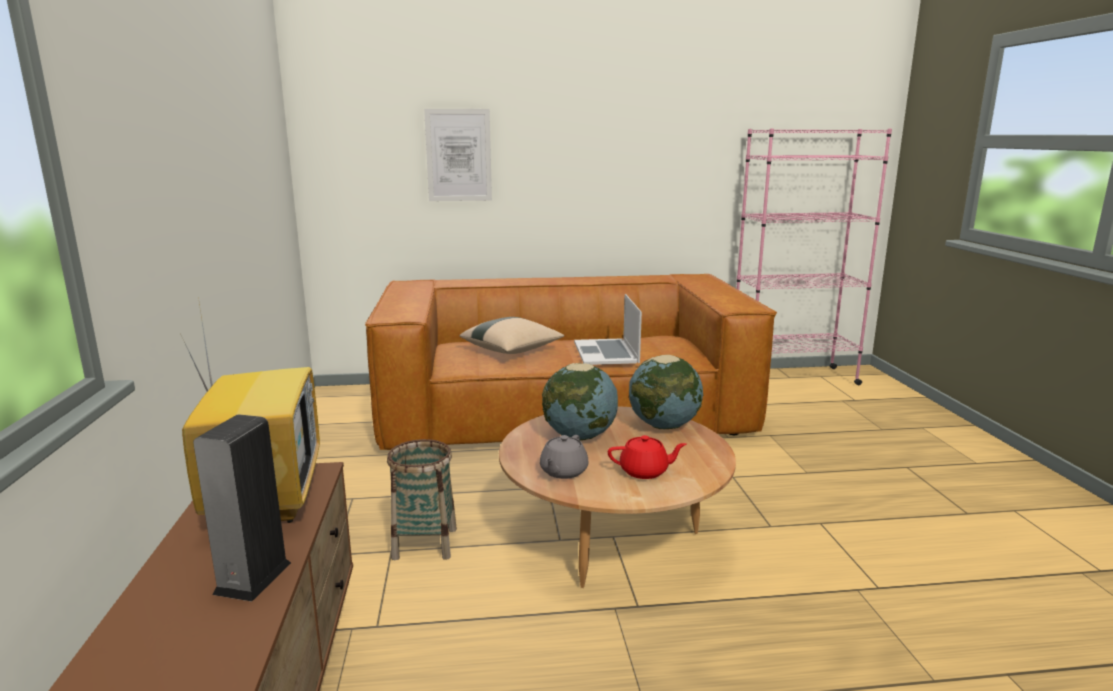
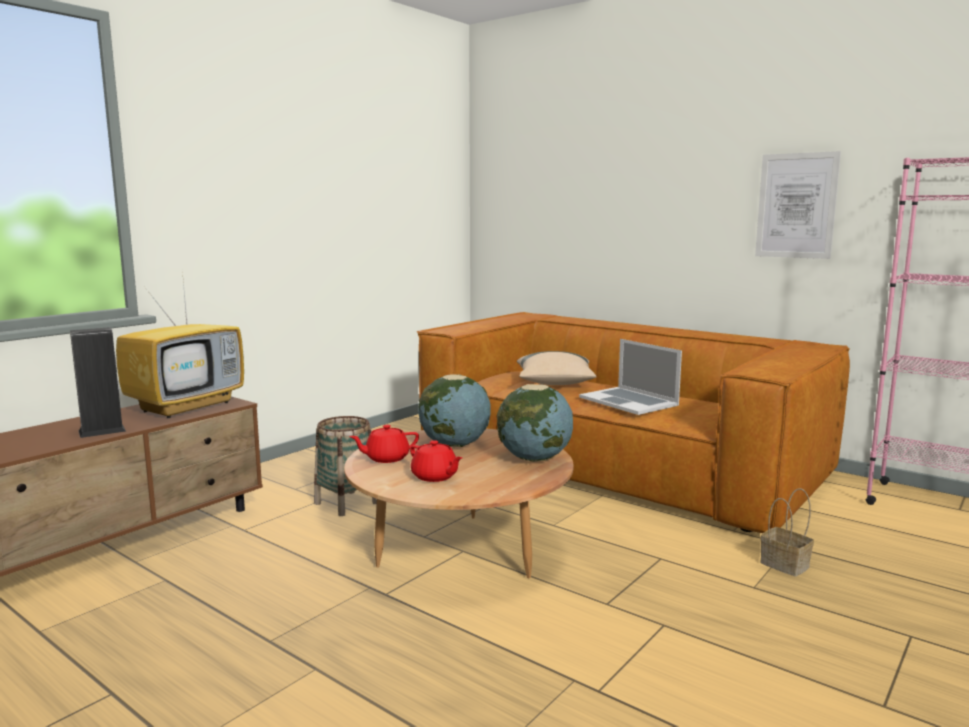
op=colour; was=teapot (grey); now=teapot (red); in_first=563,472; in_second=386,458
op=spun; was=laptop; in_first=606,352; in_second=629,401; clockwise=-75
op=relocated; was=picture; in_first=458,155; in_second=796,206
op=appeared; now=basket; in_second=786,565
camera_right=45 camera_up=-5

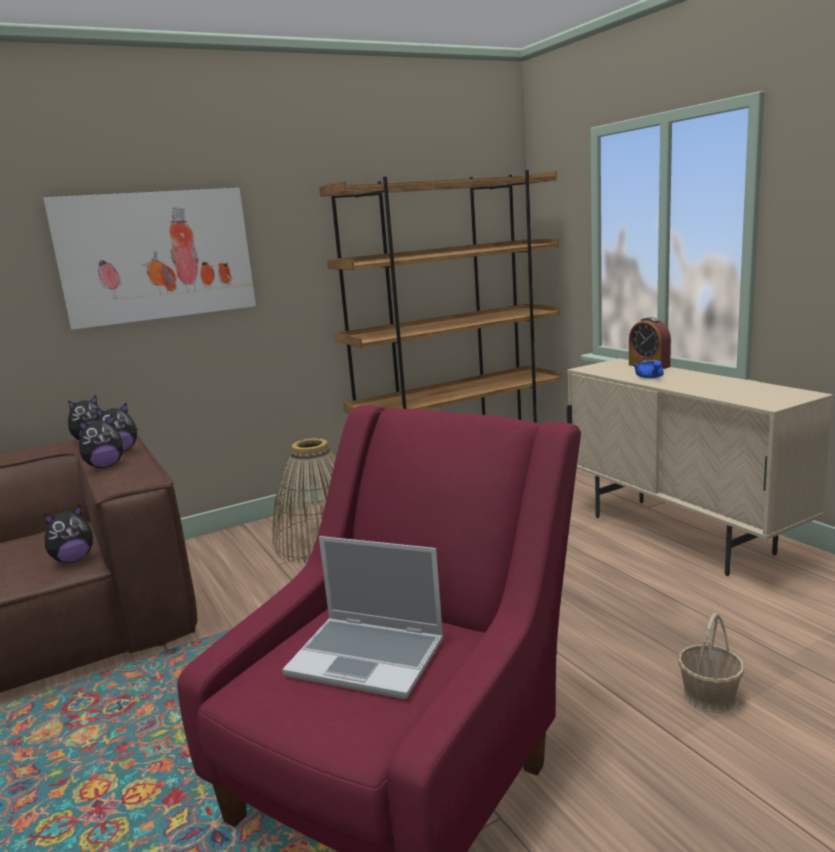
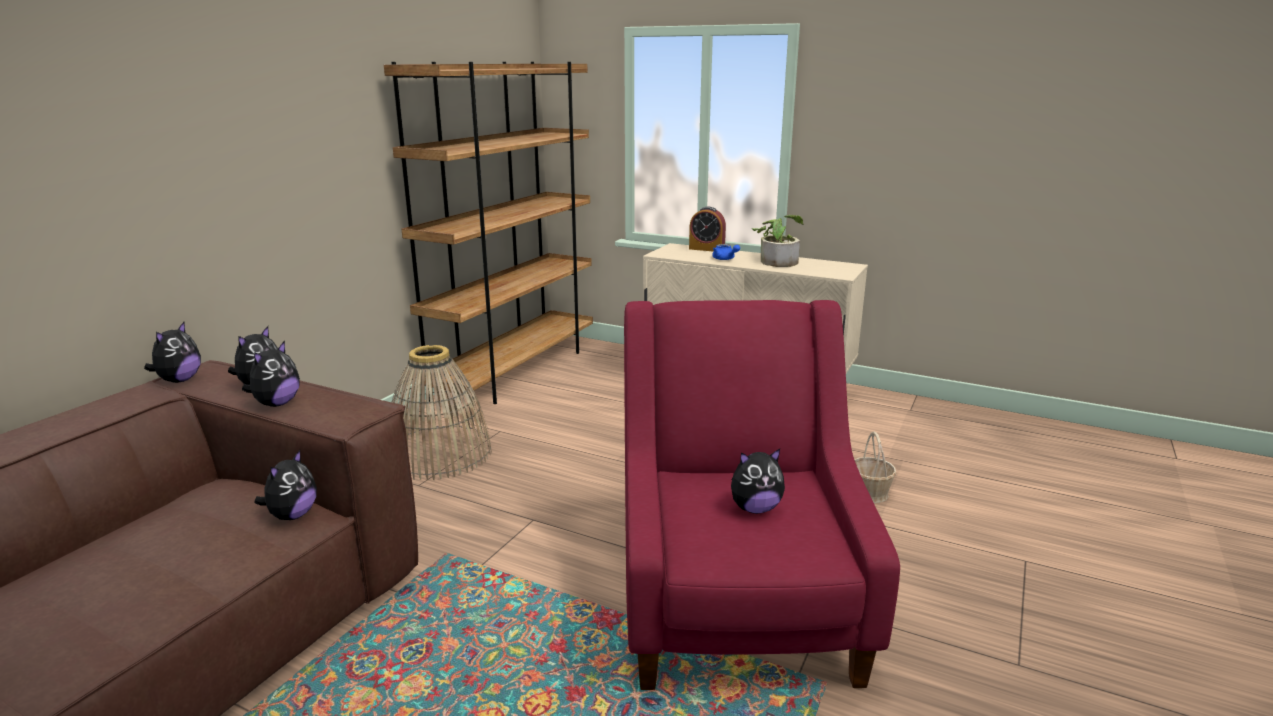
op=exchanged; was=laptop; now=plush toy; in_first=369,658; in_second=755,508
op=appeared; now=potted plant; in_second=777,261
op=missing; was=picture; in_first=157,256
camera_right=-35 camera_up=5

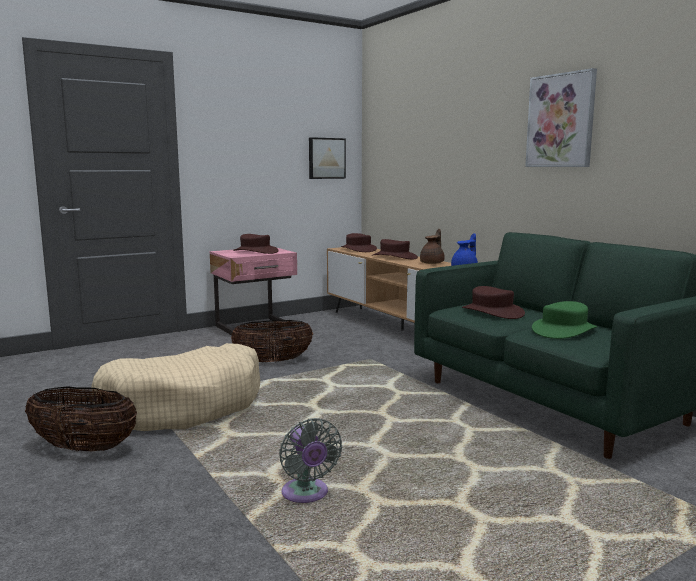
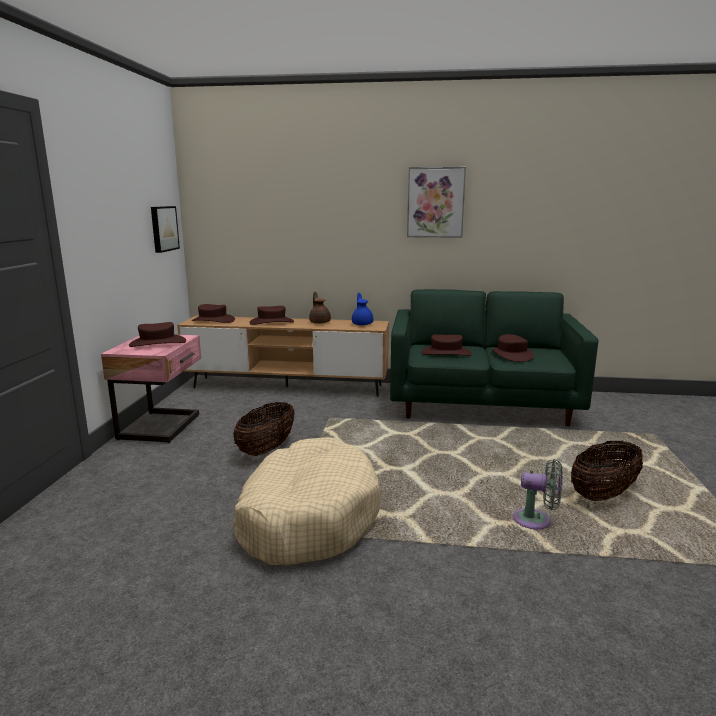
op=colour; was=hat (green); now=hat (brown); in_first=563,330; in_second=511,355
op=relocated; was=basket; in_first=84,448; in_second=603,494
camera_right=-50 camera_up=5

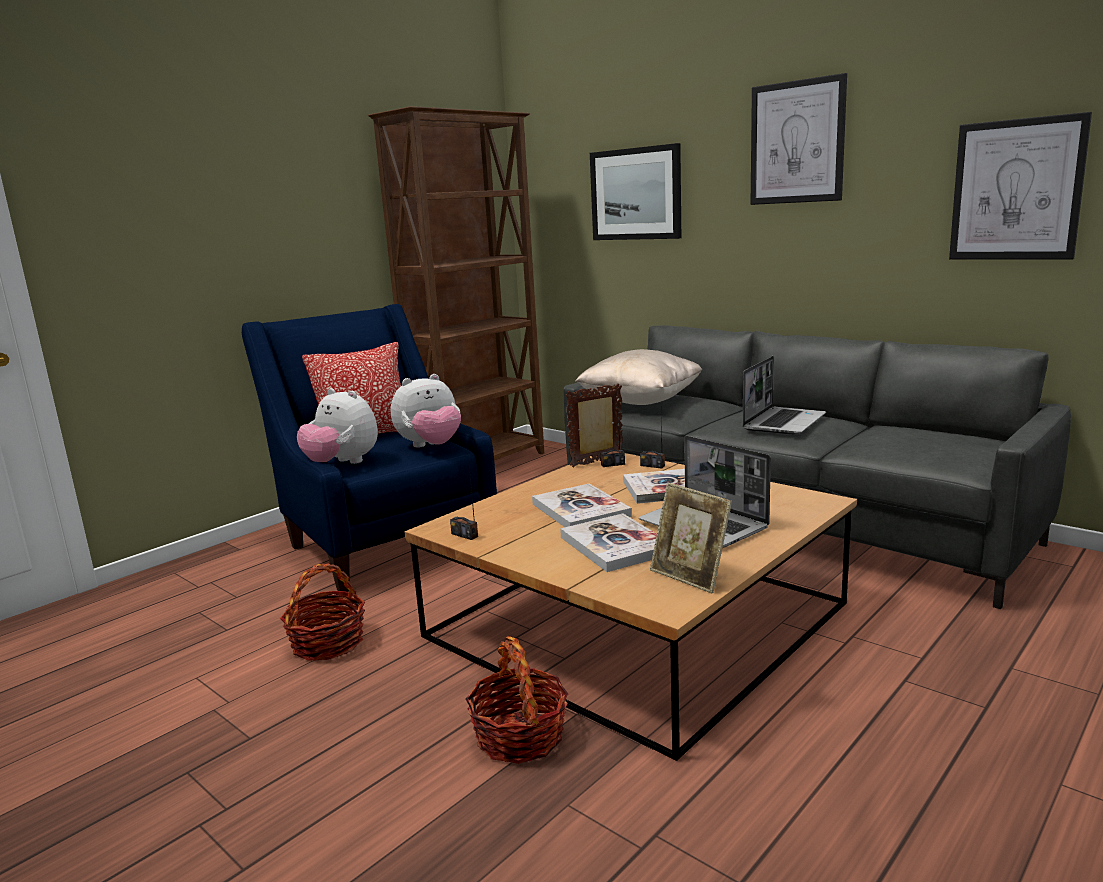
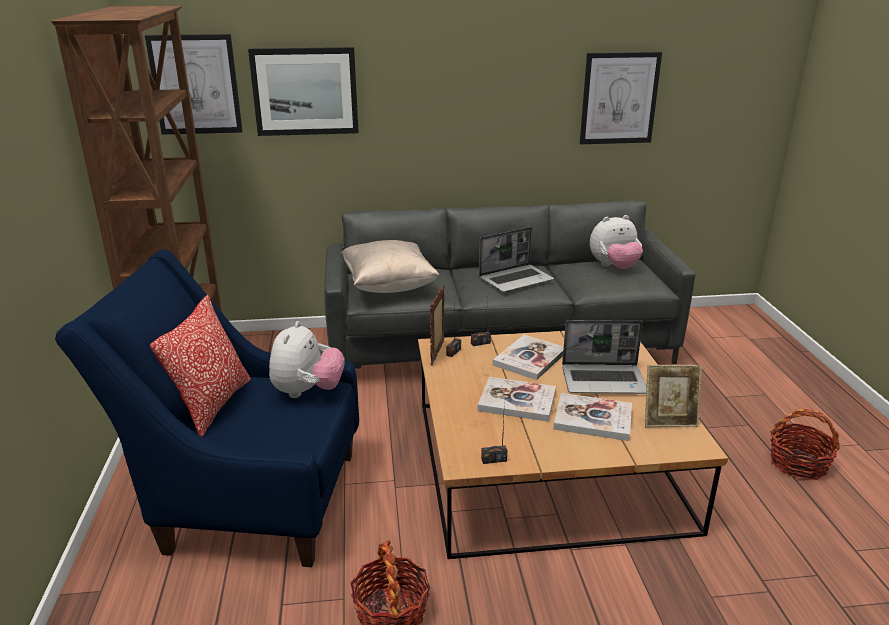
op=relocated; was=picture; in_first=797,142; in_second=195,84
op=spun; was=laptop; in_first=783,422; in_second=516,279; clockwise=75
op=relocated; was=plush toy; in_first=342,464; in_second=614,267
op=relocated; was=basket; in_first=520,736; in_second=798,464
camera_right=-50 camera_up=10

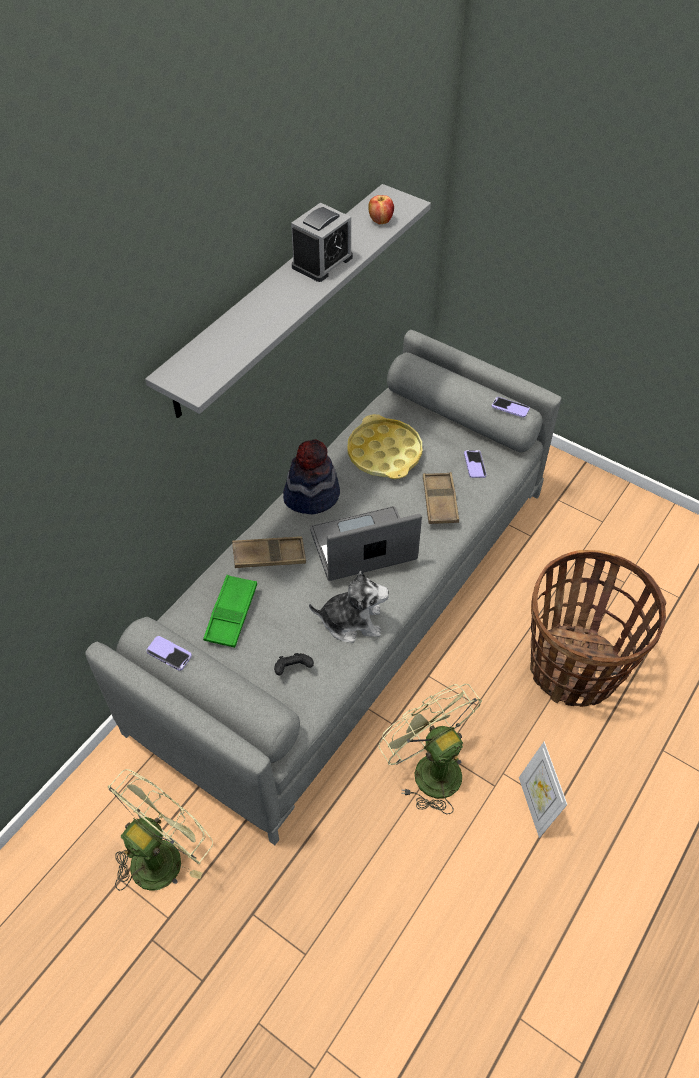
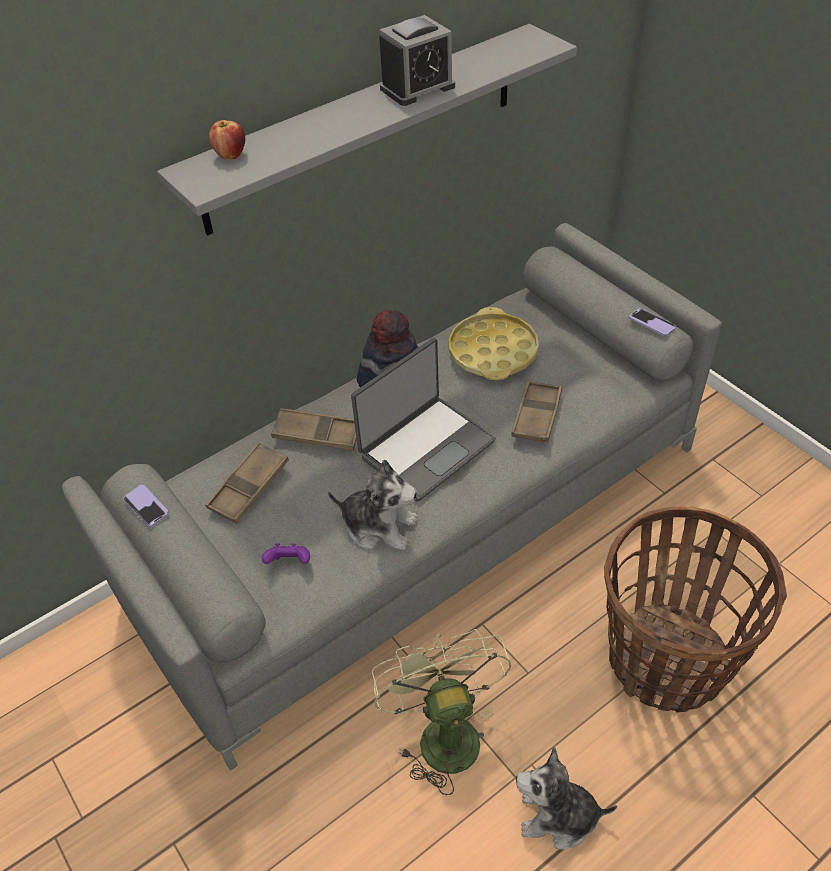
op=colour; was=tray (green); now=tray (brown); in_first=231,614; in_second=249,487
op=relocated; was=apple; in_first=380,221; in_second=230,155
op=colour; was=game controller (black); now=game controller (purple); in_first=293,669; in_second=289,563
op=spun; was=laptop; in_first=363,548; in_second=425,447; clockwise=135
op=exchanged; was=picture frame; now=plush toy; in_first=535,805; in_second=558,817
op=missing; was=fan (green); in_first=163,853
op=missing; was=phone; in_first=474,465
camera_right=20 camera_up=-5

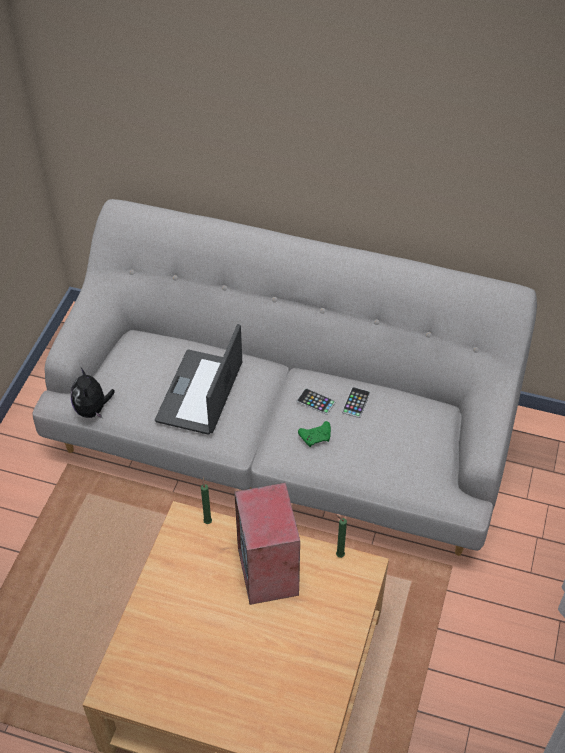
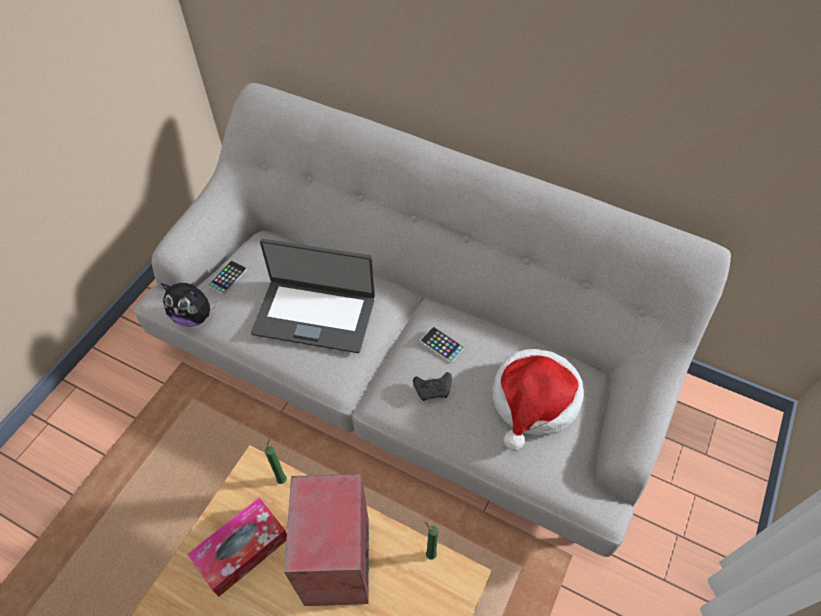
op=spun; was=plush toy; in_first=93,410; in_second=194,316; clockwise=-75
op=appeared; now=tissue box; in_second=242,550
op=relocated; was=phone; in_first=356,402; in_second=227,277
op=spun; was=laptop; in_first=201,393; in_second=315,314; clockwise=-105
op=colour; was=game controller (green); now=game controller (black); in_first=316,437; in_second=433,389
op=appeared; now=hat; in_second=534,401
camera_right=10 camera_up=5

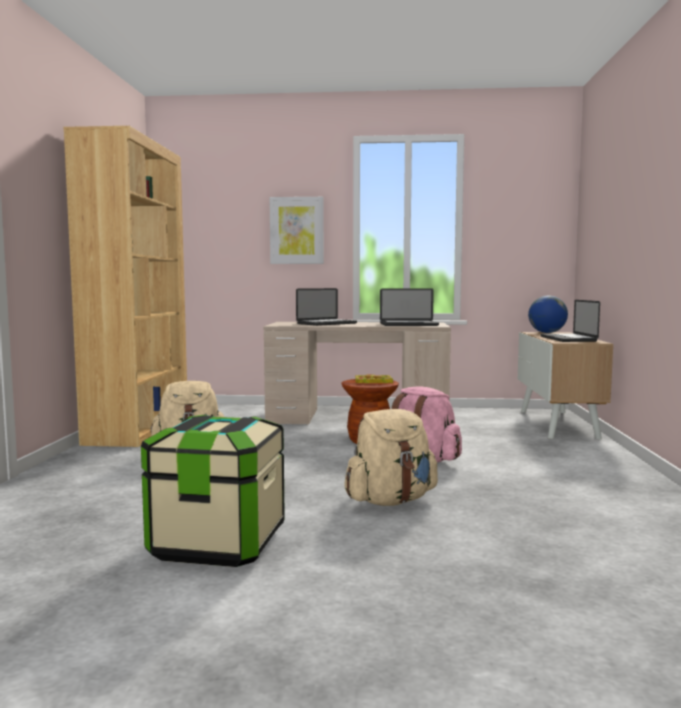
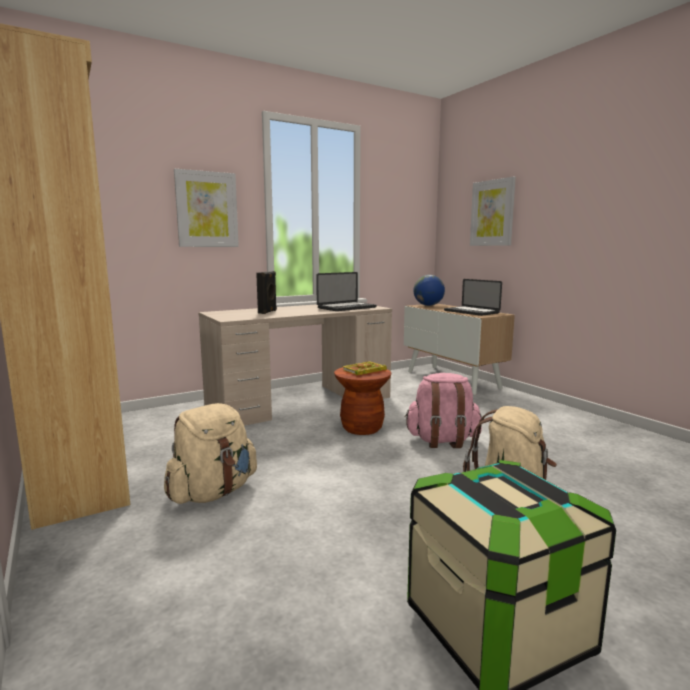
op=exchanged; was=laptop; now=speaker (black); in_first=326,323; in_second=268,312
op=appeared; now=picture; in_second=492,213
camera_right=-35 camera_up=5

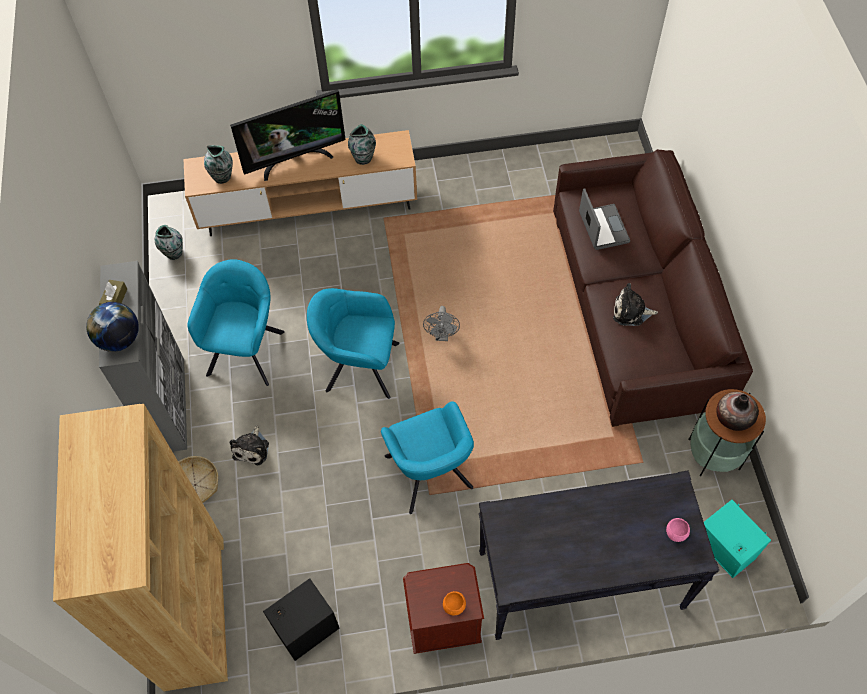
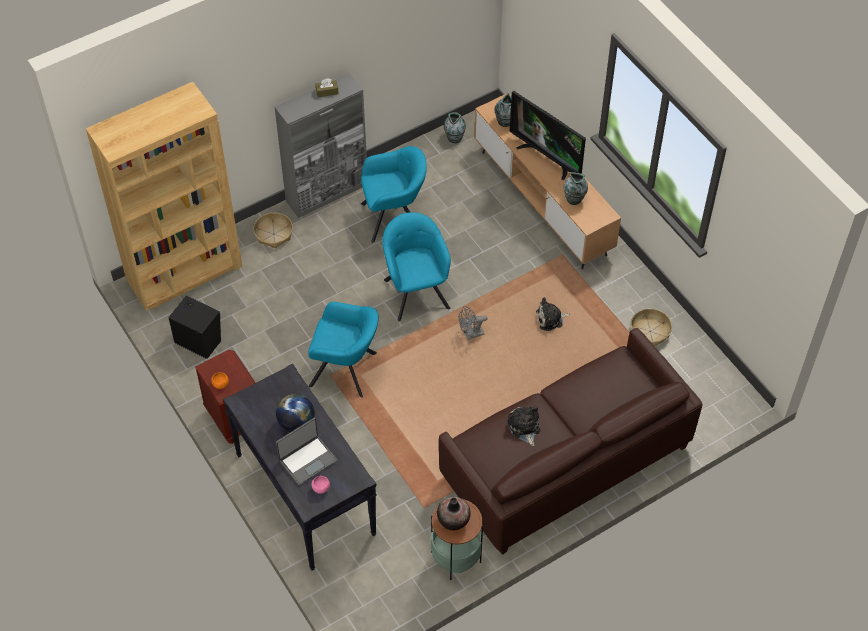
op=relocated; was=globe; in_first=119,339; in_second=296,423
op=relocated; was=laptop; in_first=602,228; in_second=307,460
op=spun; was=armchair (turquoise); in_first=430,475; in_second=346,370; clockwise=-120
op=relocated; was=plush toy; in_first=252,448; in_second=551,319
op=appeared; now=basket; in_second=650,331
op=missing; was=speaker (turquoise); in_first=723,551
camera_right=65 camera_up=-5

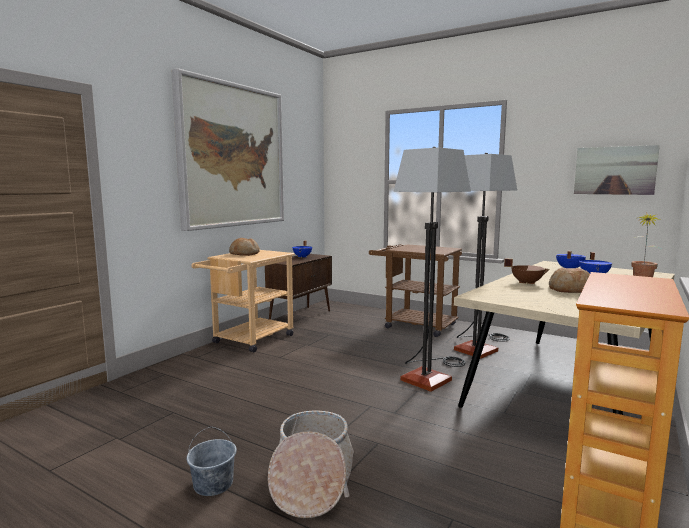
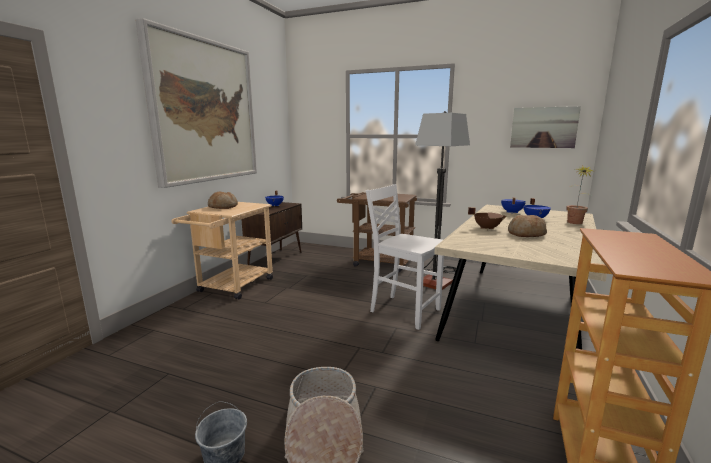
op=exchanged; was=floor lamp; now=chair (white); in_first=430,375; in_second=403,310
camera_right=-10 camera_up=5

